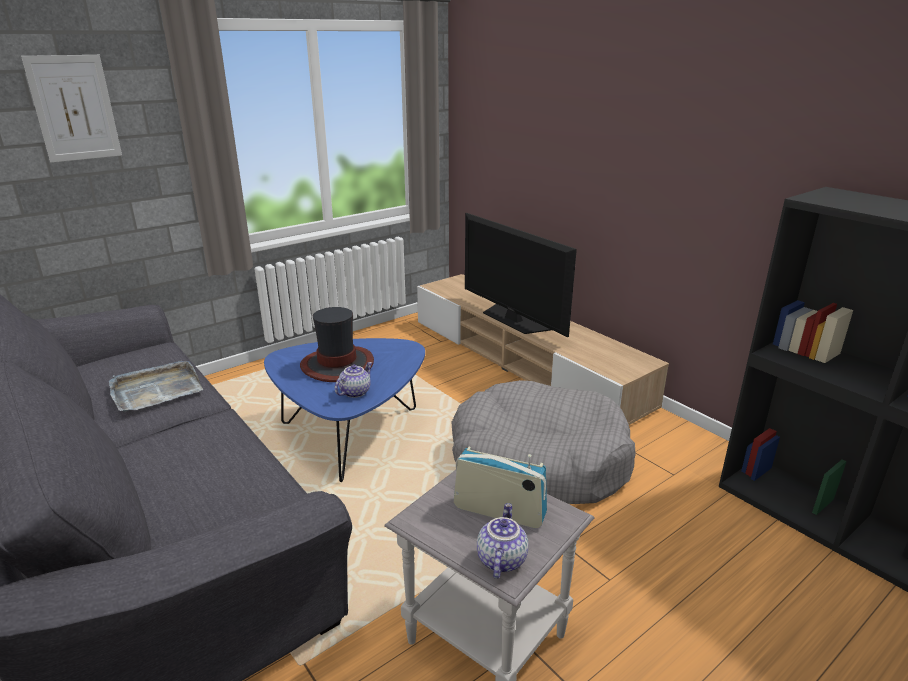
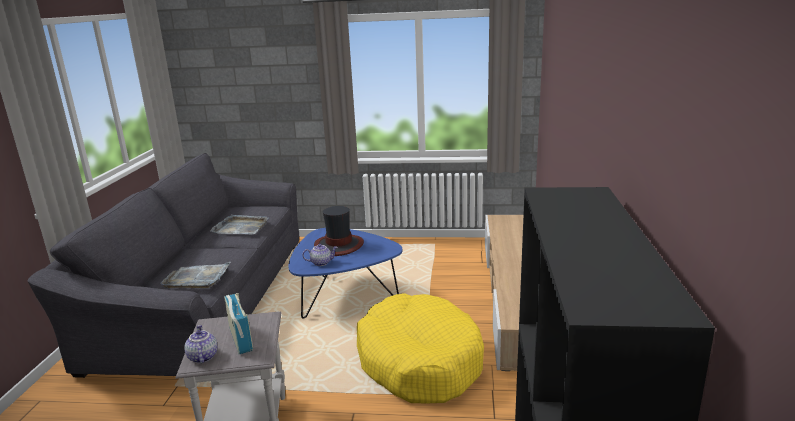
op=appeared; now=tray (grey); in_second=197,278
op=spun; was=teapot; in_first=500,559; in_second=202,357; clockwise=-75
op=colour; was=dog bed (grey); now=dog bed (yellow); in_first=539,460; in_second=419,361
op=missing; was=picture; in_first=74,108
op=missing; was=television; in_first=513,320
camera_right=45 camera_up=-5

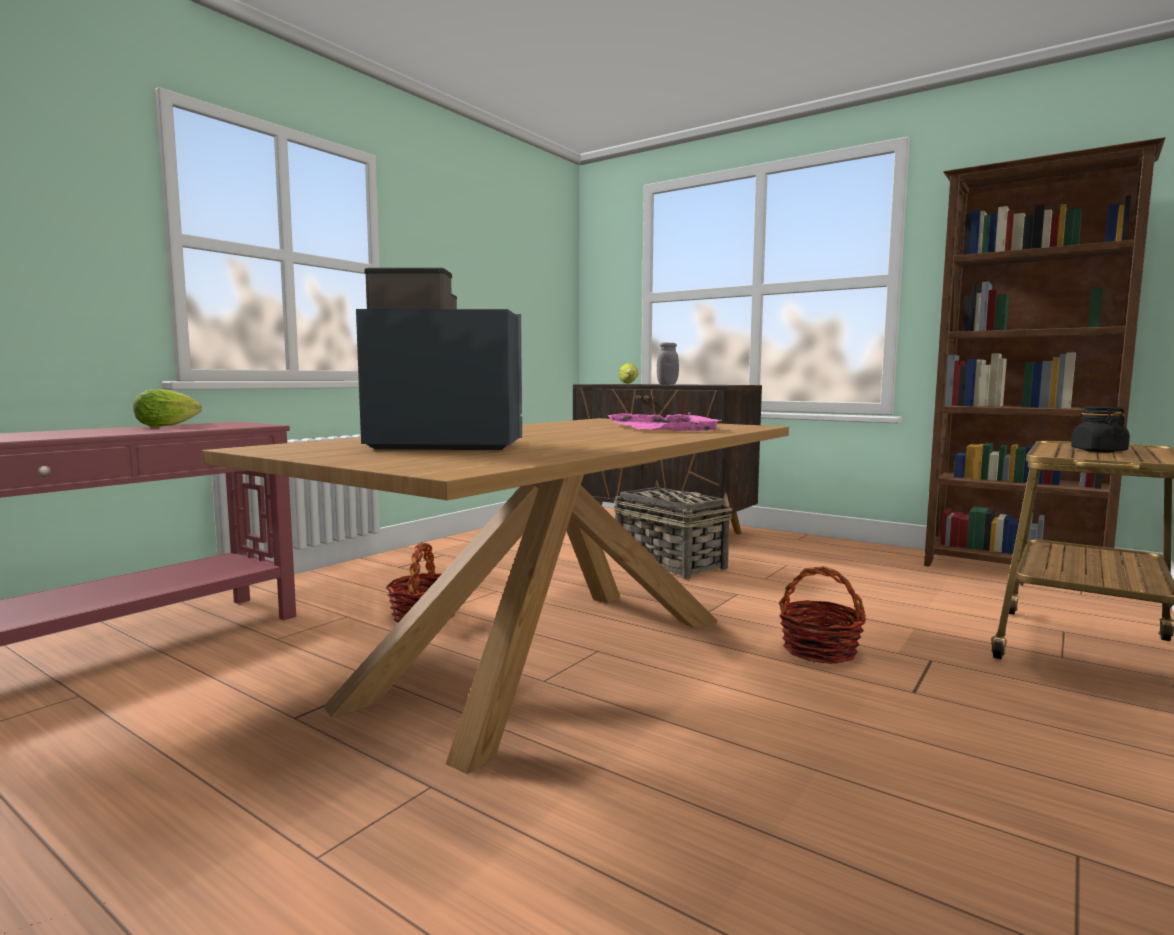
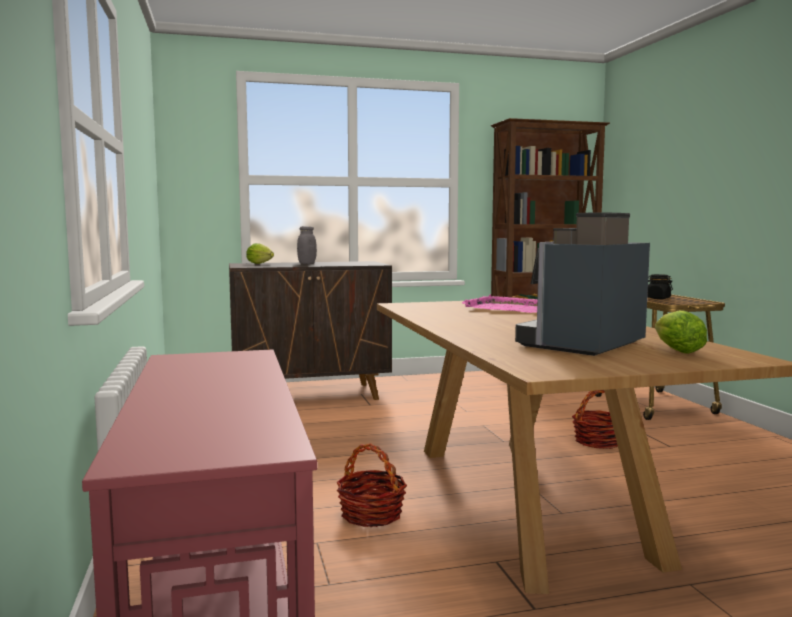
op=relocated; was=lettuce; in_first=170,426; in_second=675,350
op=missing; was=basket; in_first=669,562
camera_right=-50 camera_up=0

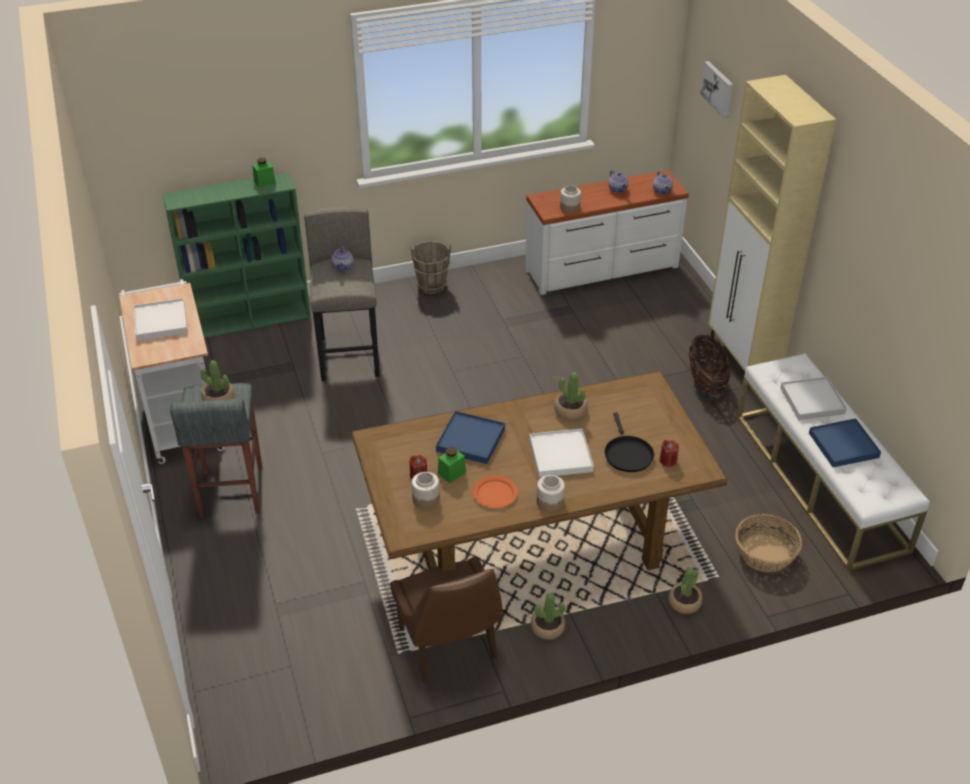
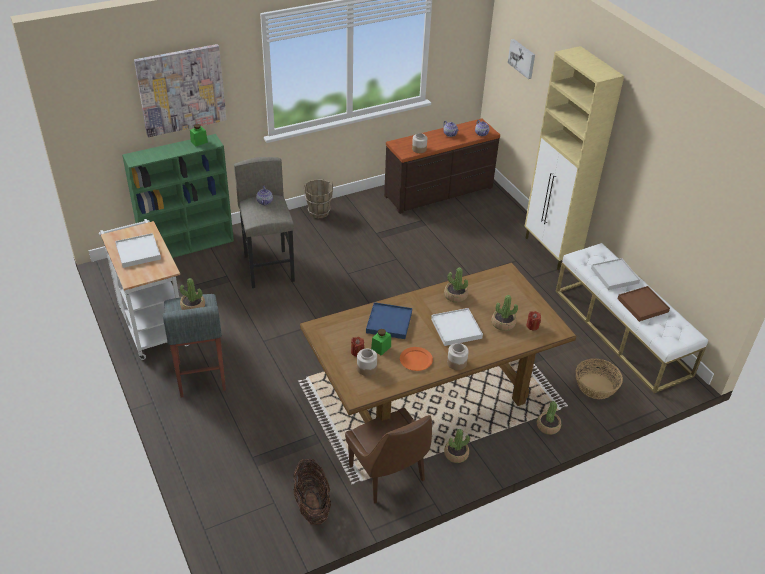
op=appeared; now=picture; in_second=181,90
op=relocated; was=basket; in_first=706,382; in_second=312,504
op=colour; was=dresser (white); now=dresser (brown); in_first=602,269; in_second=439,192
op=exchanged; was=frying pan (black); now=potted plant; in_first=627,454; in_second=503,323
op=colour; was=tray (blue); now=tray (brown); in_first=843,445; in_second=643,305
camera_right=-10 camera_up=0

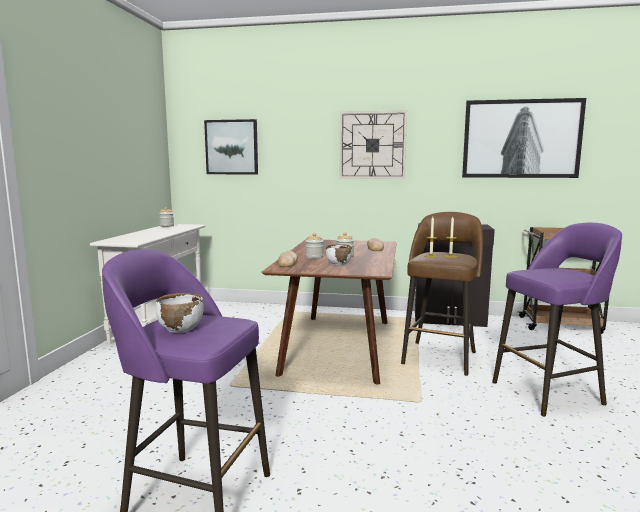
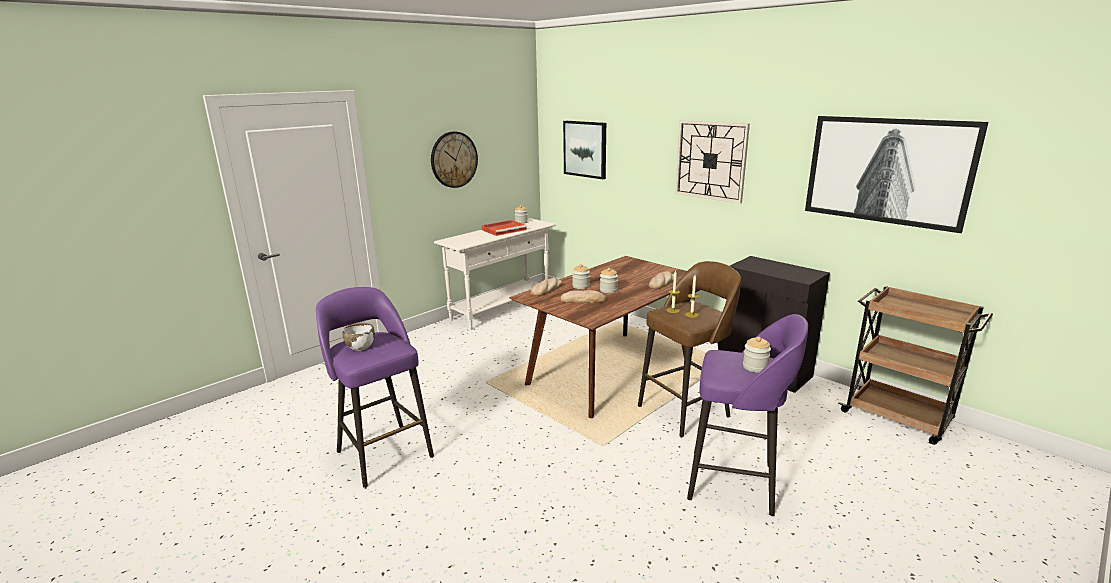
op=appeared; now=wall clock; in_second=454,159
op=appeared; now=tray (red); in_second=504,229
op=exchanged; was=bowl (white); now=bread; in_first=338,263; in_second=583,300
op=appeared; now=jar; in_second=755,367
camera_right=35 camera_up=10

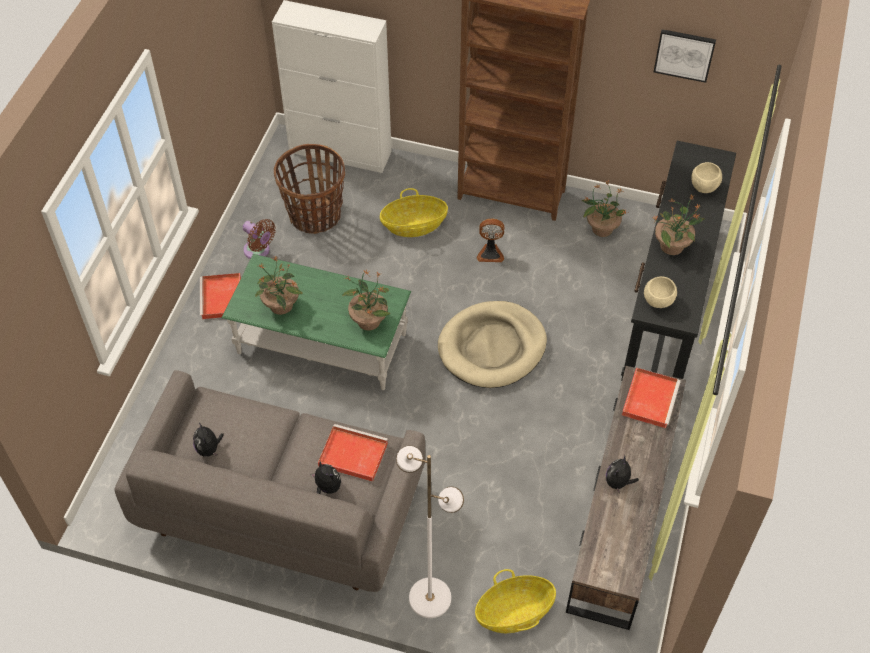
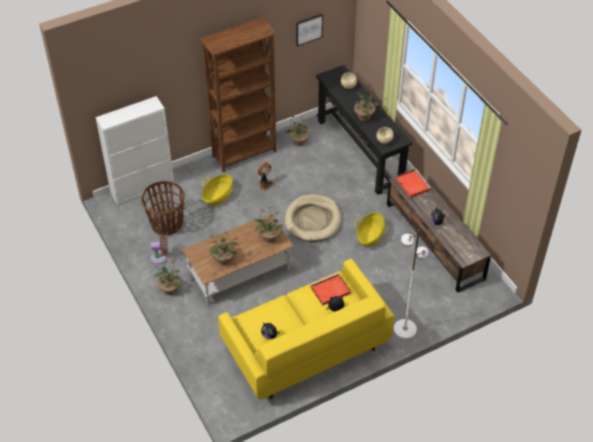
op=exchanged; was=tray (red); now=potted plant; in_first=222,298; in_second=170,289
op=colour; was=coffee table (green); now=coffee table (brown); in_first=321,343; in_second=239,272
op=colour; was=sofa (grey); now=sofa (yellow); in_first=280,506; in_second=305,346
op=relocated; was=basket; in_first=514,612; in_second=370,236
camera_right=-45 camera_up=-5

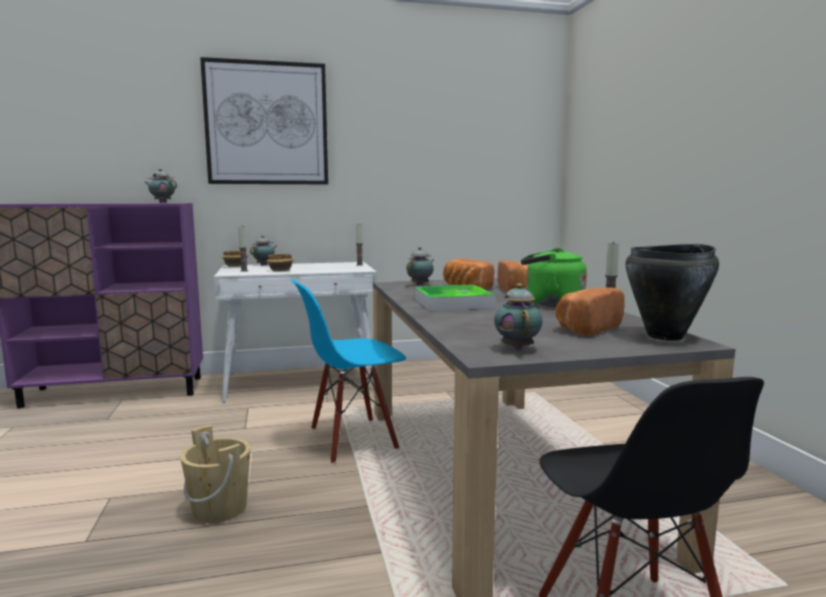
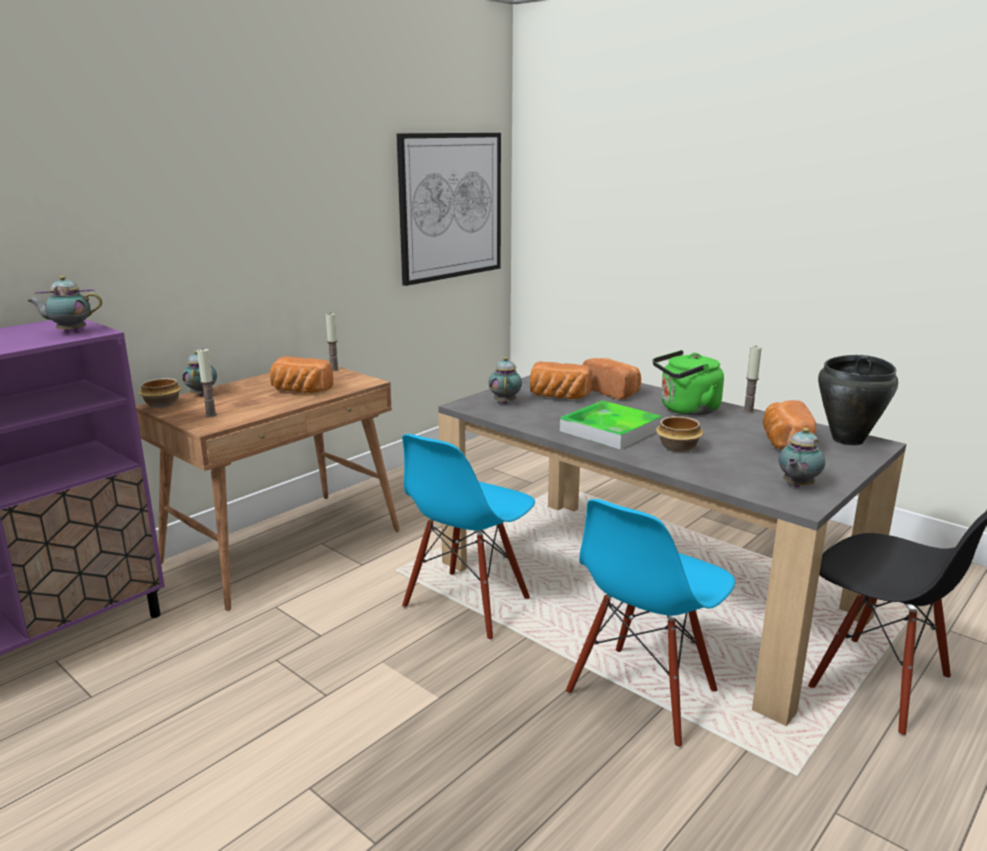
op=colour; was=desk (white); now=desk (brown); in_first=301,381; in_second=284,546
op=appeared; now=bread; in_second=299,391
op=relocated; was=picture; in_first=267,124; in_second=451,206
op=appeared; now=chair (blue); in_second=643,694
op=relocated; was=bowl; in_first=280,270; in_second=679,448
op=spun; was=teapot; in_first=517,348; in_second=796,486; clockwise=-105
op=missing; was=bucket (beige); in_first=219,508
camera_right=-35 camera_up=10

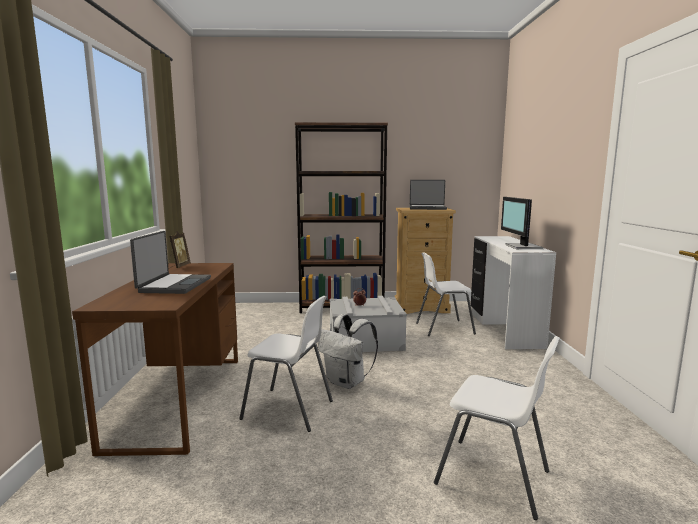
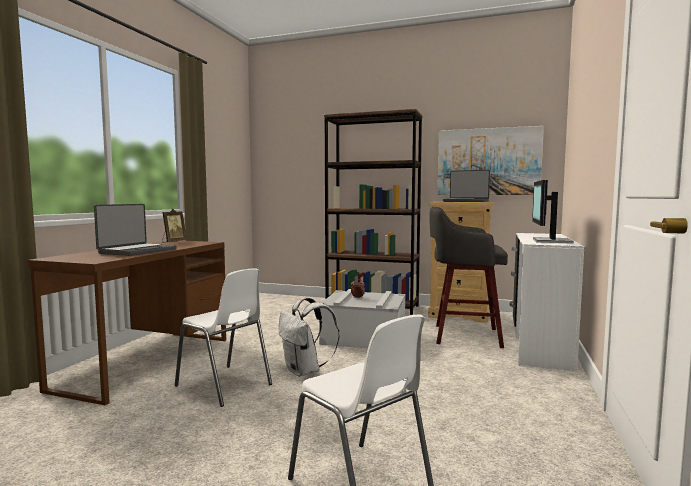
op=exchanged; was=chair (white); now=stool (grey); in_first=443,328; in_second=464,336
op=appeared; now=picture; in_second=488,162
camera_right=20 camera_up=-5

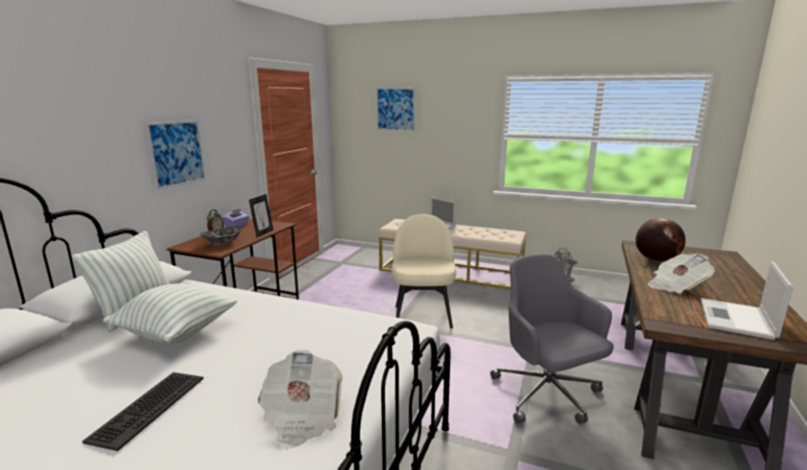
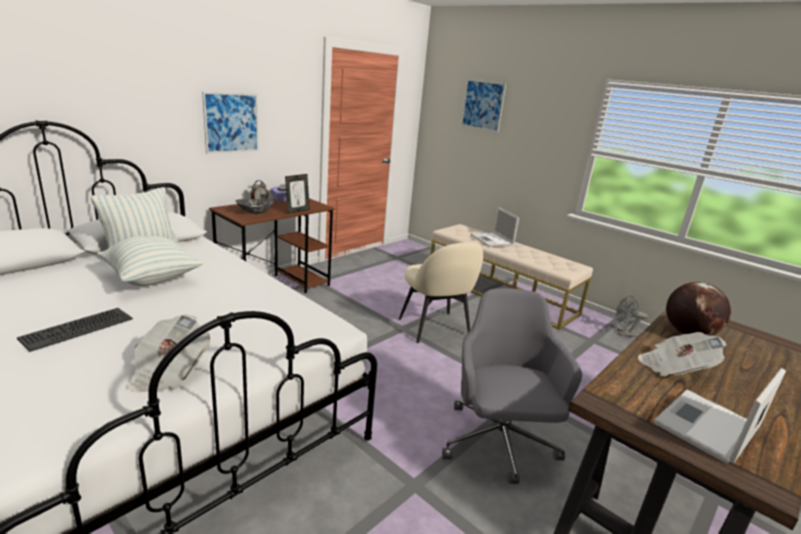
op=spun; was=chair (beige); in_first=422,315; in_second=434,328; clockwise=135
camera_right=20 camera_up=5

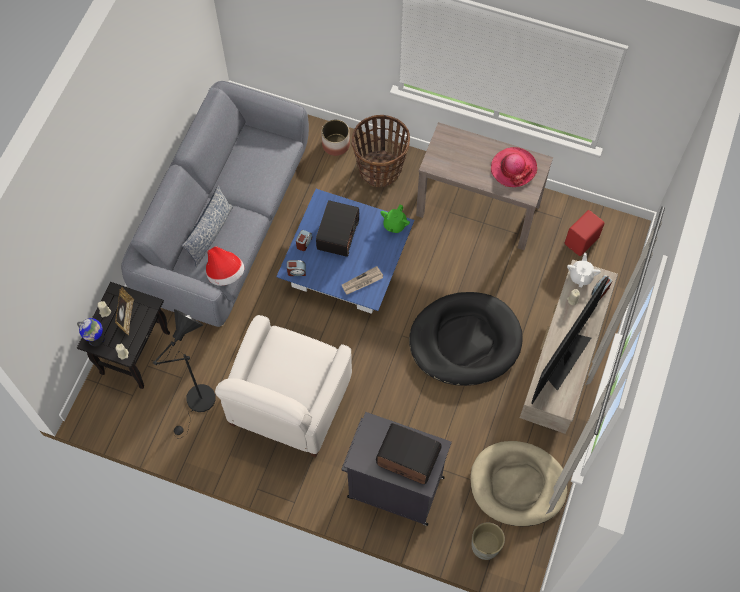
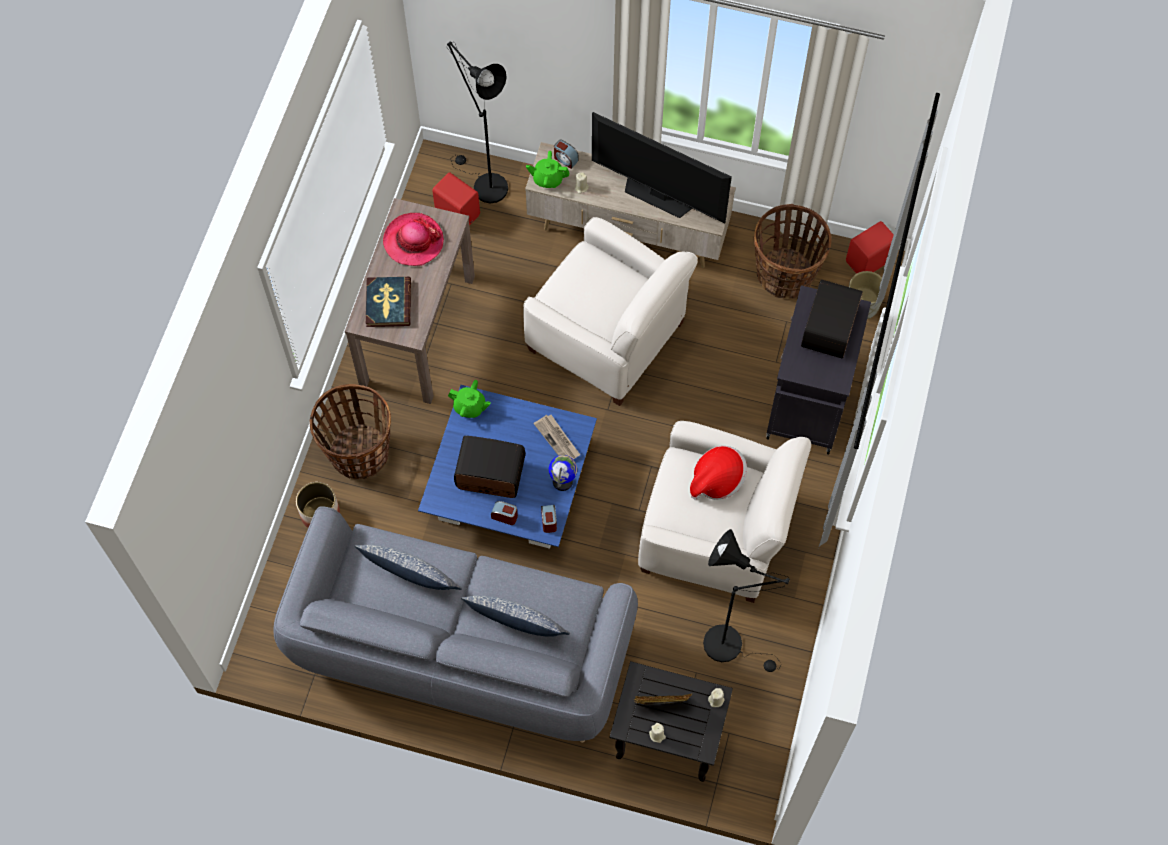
op=appeared; now=pillow; in_second=410,574
op=appeared; now=book; in_second=388,303
op=appeared; now=floor lamp (black); in_second=485,185
op=exchanged; was=dog bed (black); now=armchair (white); in_first=465,341; in_second=608,337
op=colour; was=teapot (white); now=teapot (green); in_first=581,276; in_second=548,179
op=relocated; was=globe; in_first=96,339; in_second=563,481
op=relocated; was=hat; in_first=225,273; in_second=717,480
op=exchanged; was=dog bed (beige); now=basket; in_first=517,485; in_second=785,275
op=appeared; now=speaker (red); in_second=869,262
camera_right=-95 camera_up=0

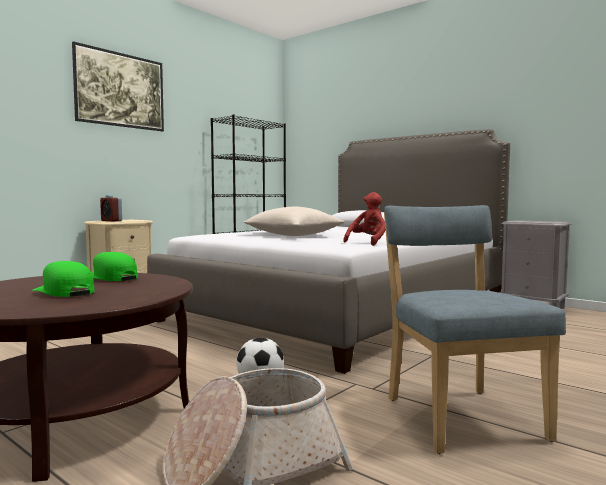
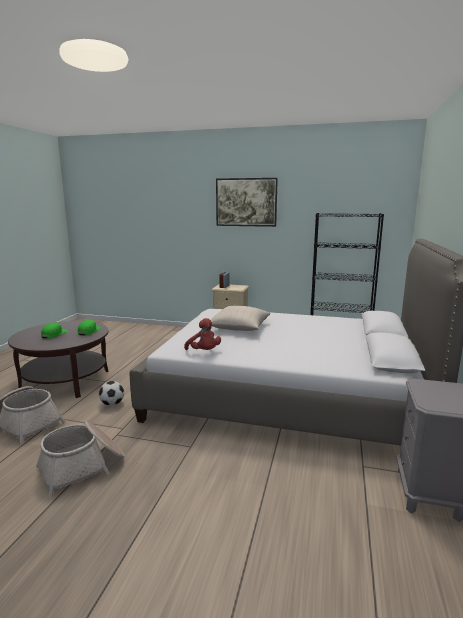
op=exchanged; was=chair (blue); now=basket; in_first=459,415; in_second=83,467
op=spun; was=plush toy (red); in_first=368,243; in_second=204,352; clockwise=45
camera_right=65 camera_up=10

